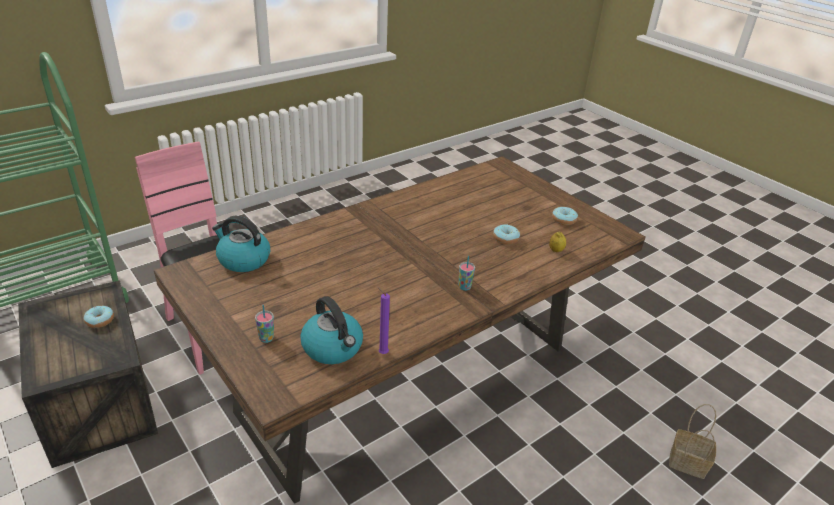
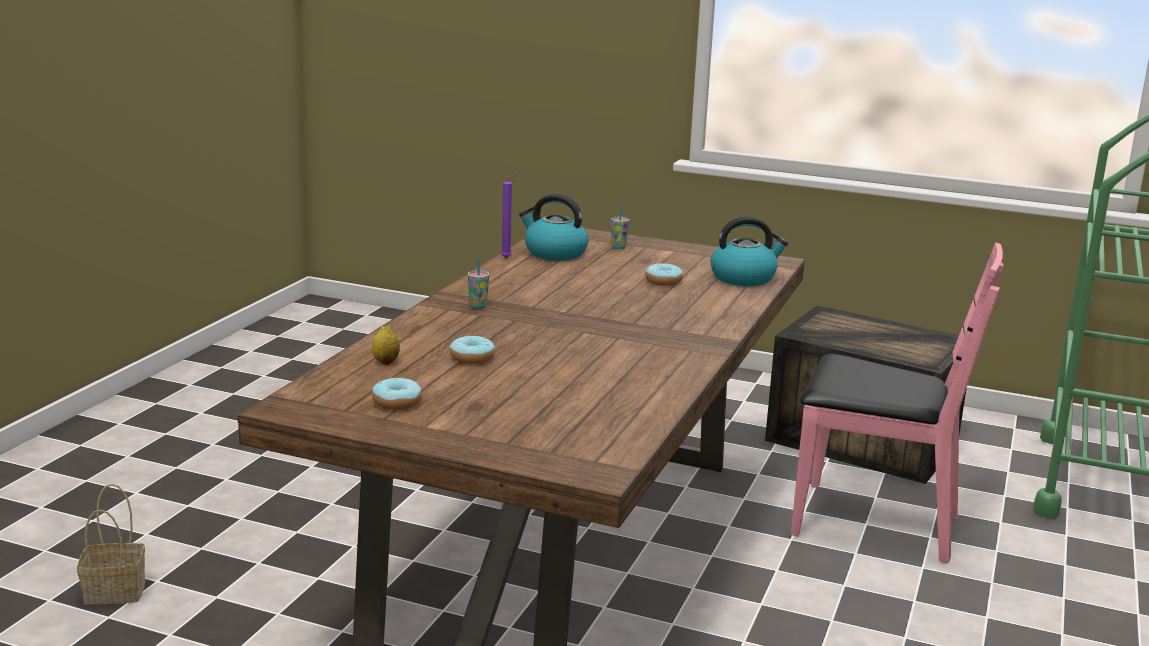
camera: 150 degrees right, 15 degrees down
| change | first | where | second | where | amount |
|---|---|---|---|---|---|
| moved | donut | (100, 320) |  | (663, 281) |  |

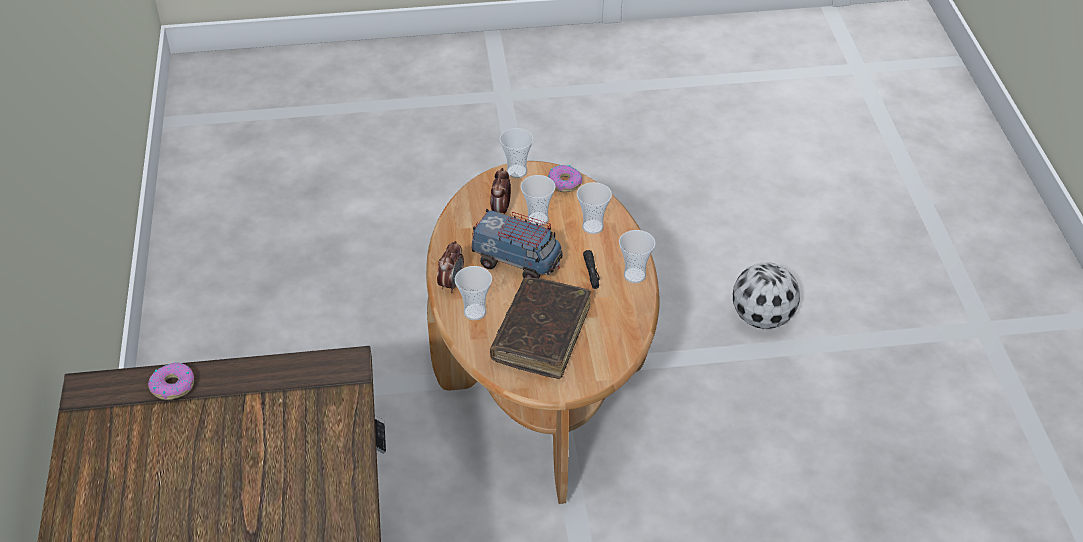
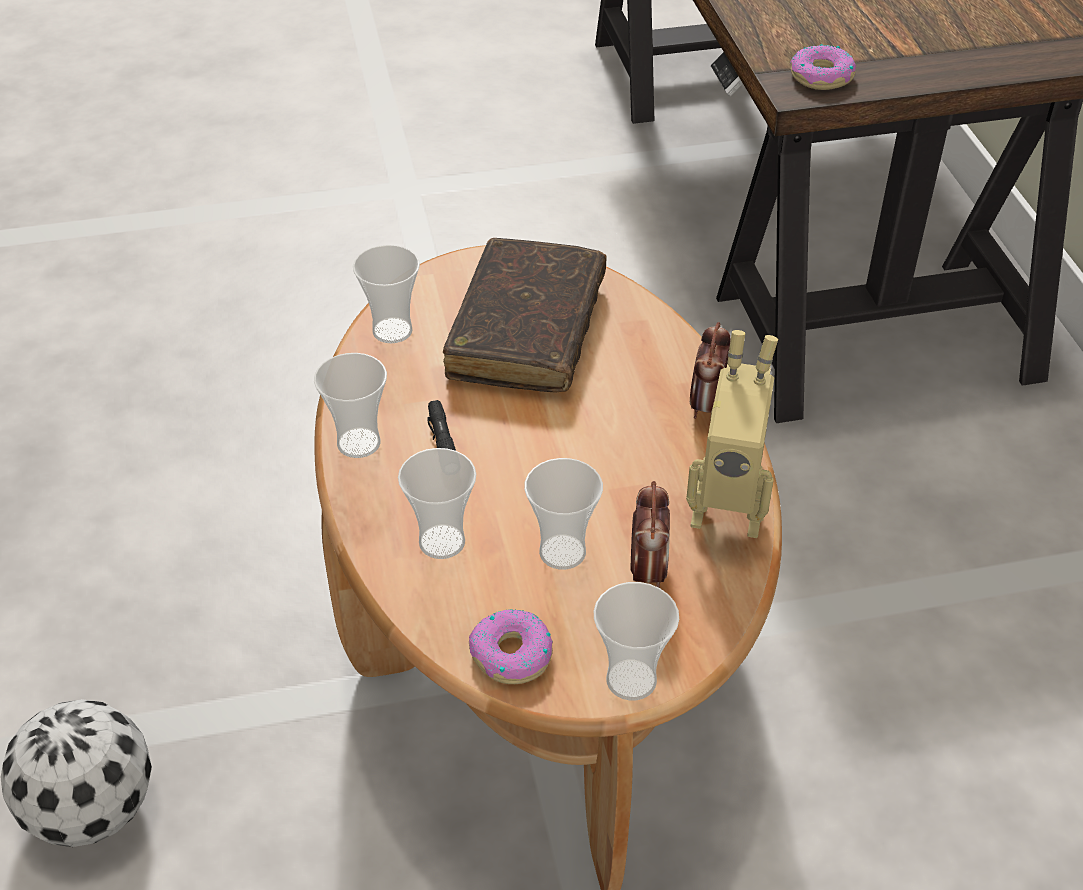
camera: 175 degrees right, 0 degrees up
| change | first | where | second | where | amount |
|---|---|---|---|---|---|
| moved | cup | (475, 312) |  | (392, 331) |  |
| added |  |  | toy robot | (728, 508) |  |
| moved | donut | (173, 386) |  | (821, 77) |  |
| removed | toy truck | (517, 262) |  |  |  |

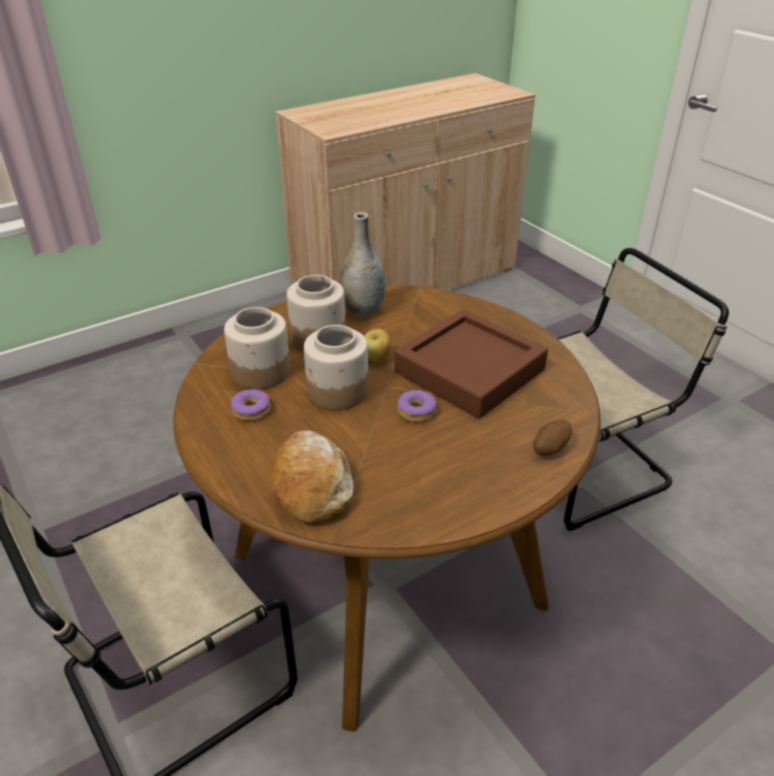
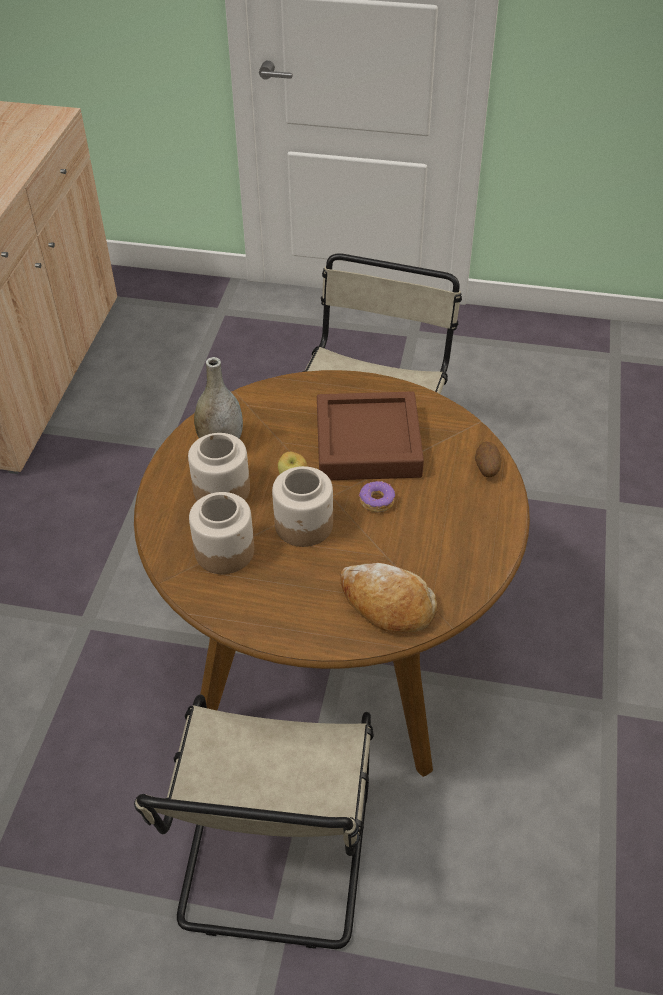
camera: 45 degrees left, 10 degrees up
| change | first | where | second | where | amount |
|---|---|---|---|---|---|
| removed | donut | (252, 410) |  |  |  |

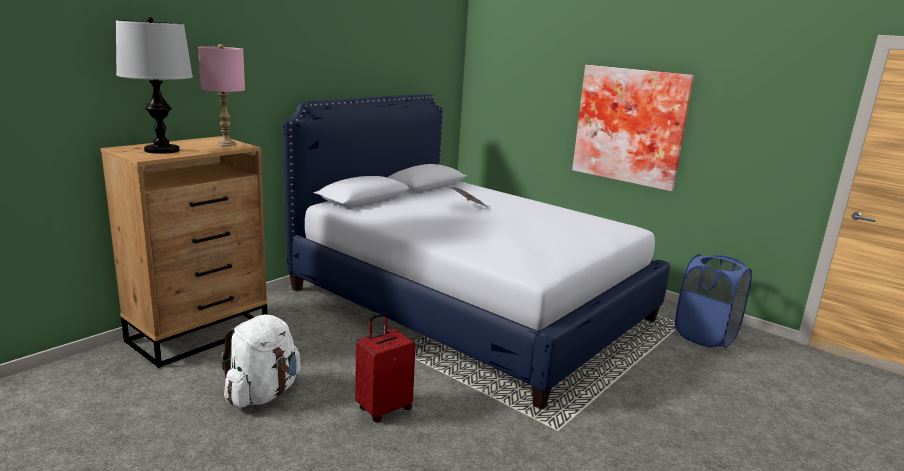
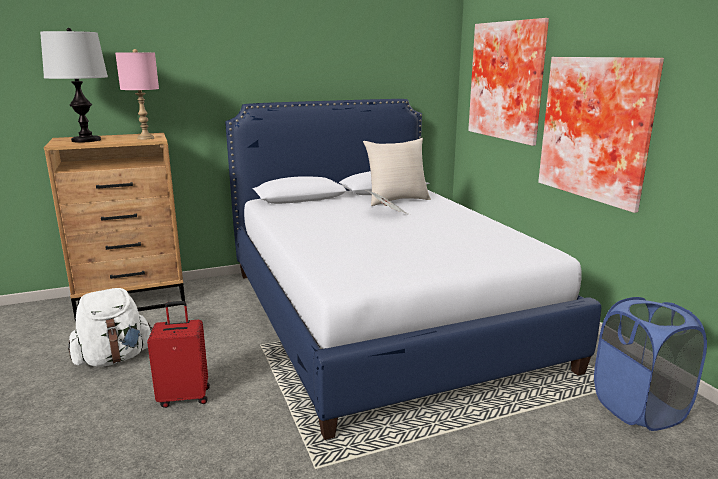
camera: 30 degrees right, 0 degrees up
| change | first | where | second | where | amount |
|---|---|---|---|---|---|
| added |  |  | beige pillow | (396, 200) |  |
| added |  |  | picture | (508, 81) |  |

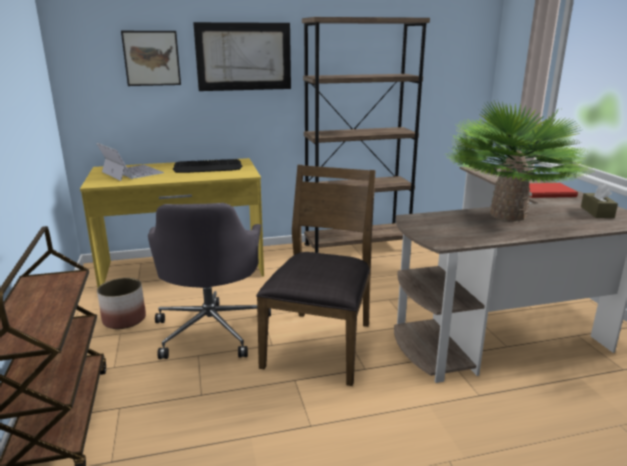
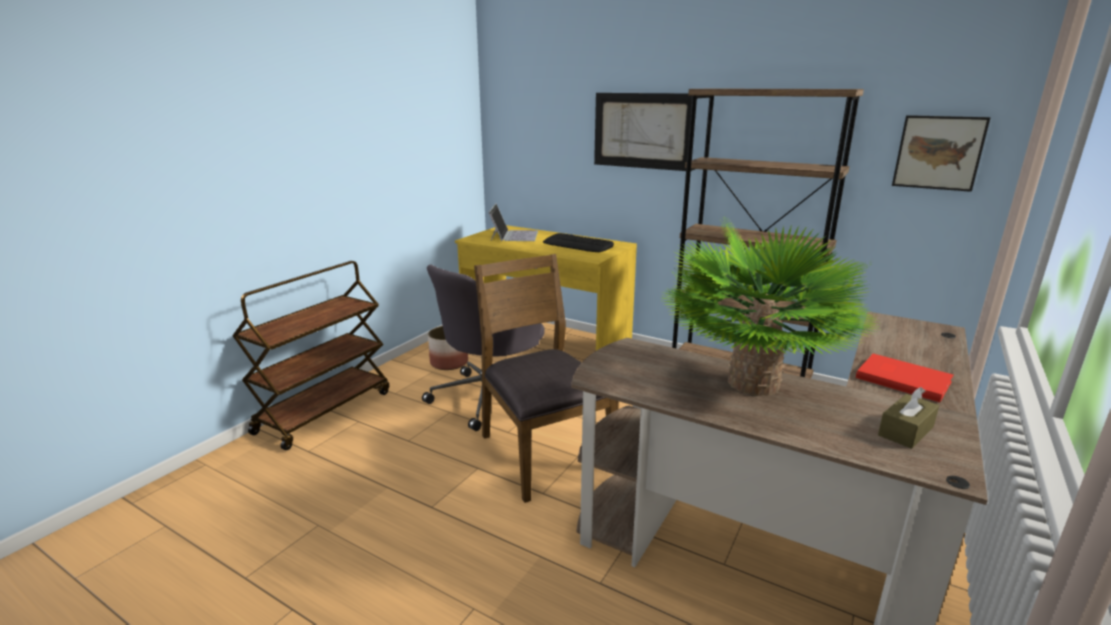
camera: 45 degrees right, 0 degrees up
| change | first | where | second | where | amount |
|---|---|---|---|---|---|
| turned | brown chair | (320, 344) |  | (543, 452) | 90 degrees counterclockwise |
| moved | picture | (151, 58) |  | (938, 153) |  |

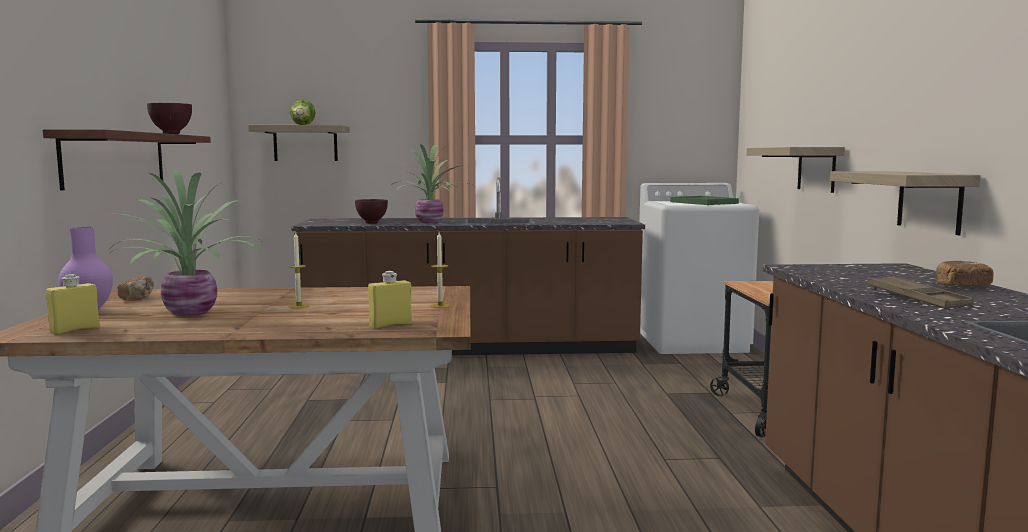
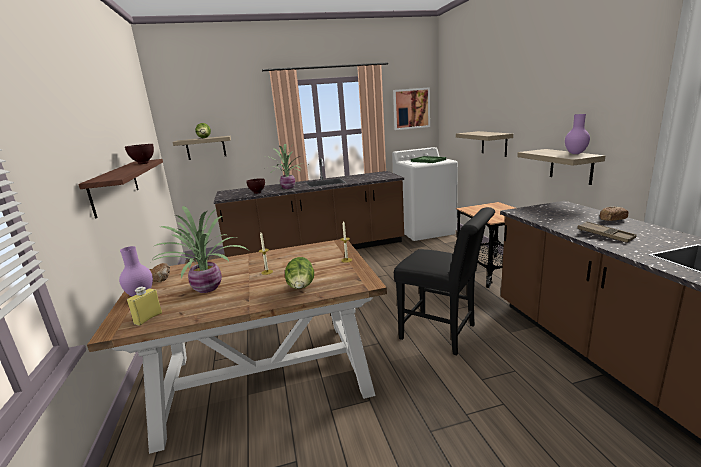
camera: 10 degrees left, 10 degrees up
| change | first | where | second | where | amount |
|---|---|---|---|---|---|
| added |  |  | lettuce | (301, 288) |  |
| added |  |  | picture | (411, 108) |  |
| added |  |  | black chair | (443, 333) |  |
| added |  |  | purple vase | (575, 153) |  |
| removed | yellow bottle | (390, 325) |  |  |  |

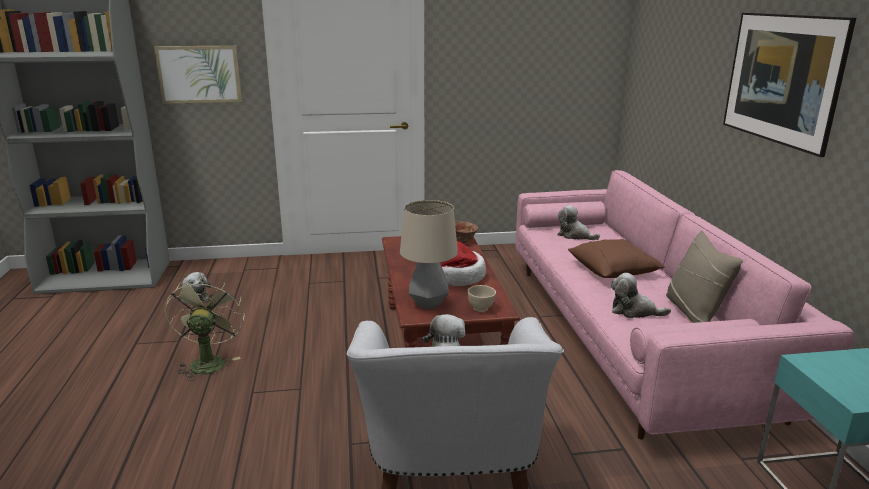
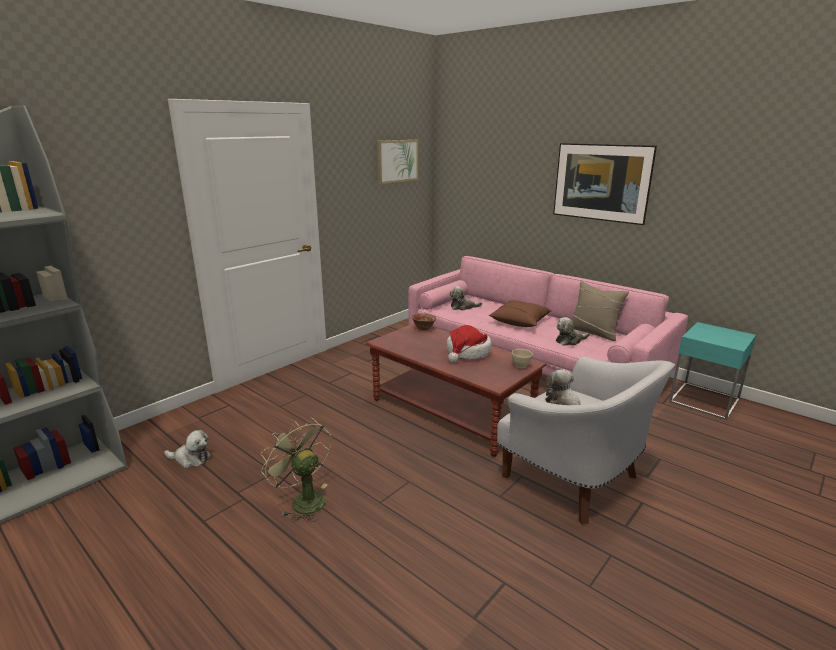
camera: 40 degrees left, 0 degrees up
| change | first | where | second | where | amount |
|---|---|---|---|---|---|
| moved | picture | (199, 74) |  | (397, 161) |  |
| removed | table lamp | (429, 304) |  |  |  |

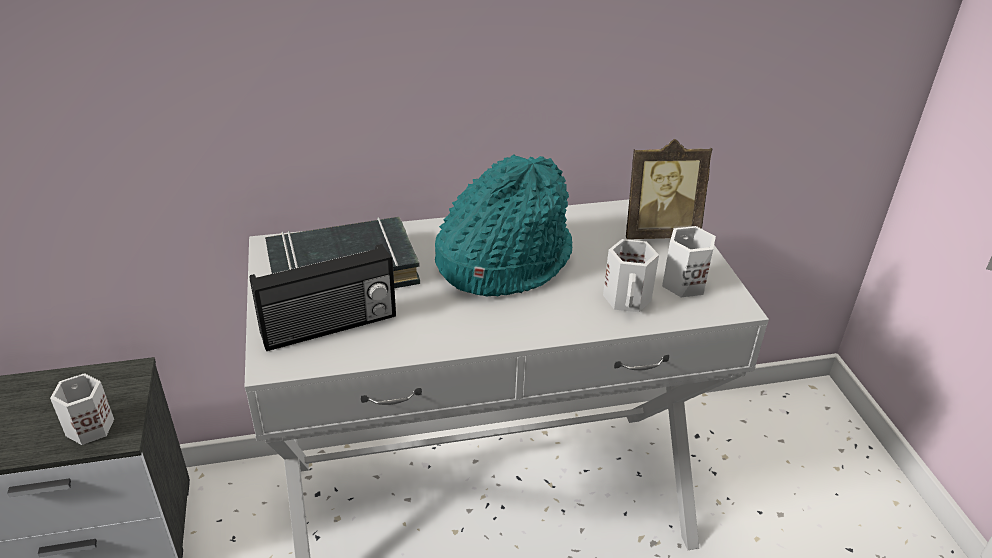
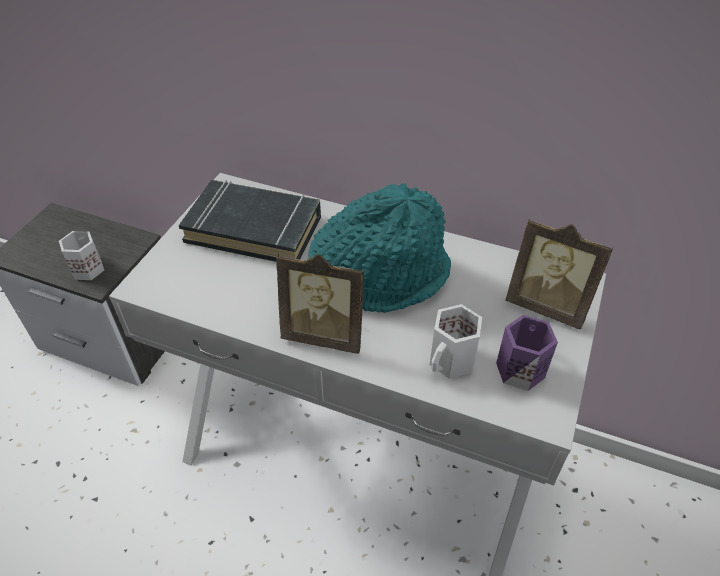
camera: 35 degrees right, 10 degrees up
| change | first | where | second | where | amount |
|---|---|---|---|---|---|
| added |  |  | picture frame | (325, 334) |  |
| recoloured | white mug | (681, 282) | purple mug | (519, 368) |  |
| removed | radio | (330, 327) |  |  |  |

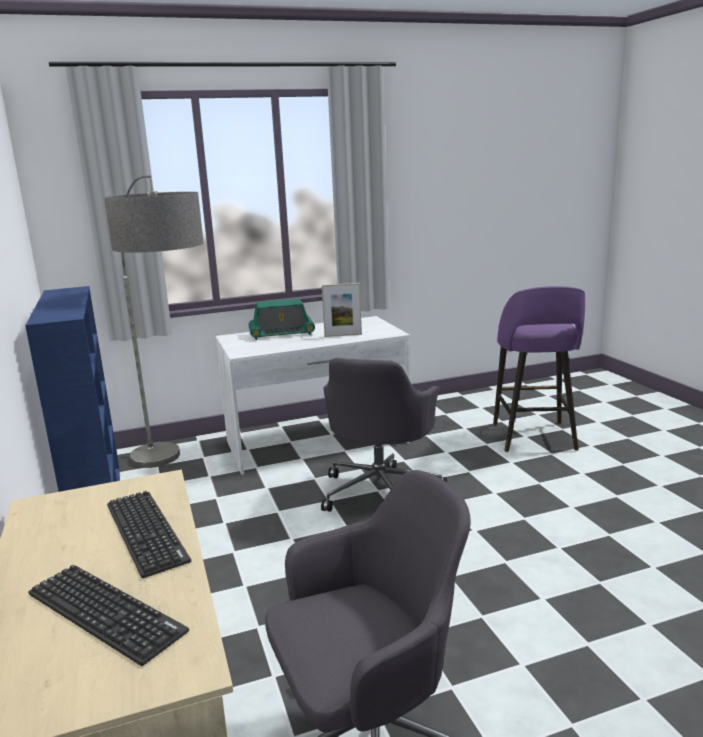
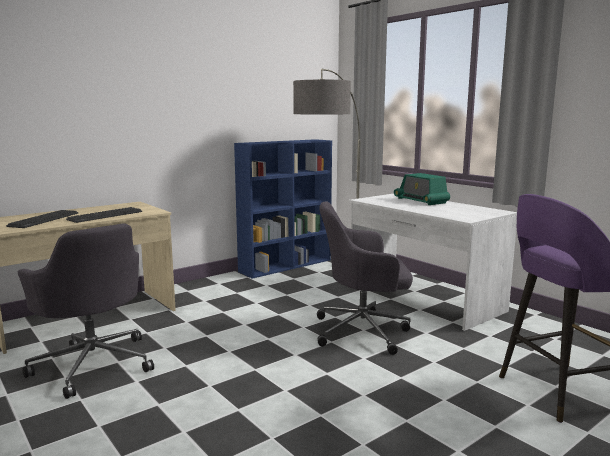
camera: 70 degrees right, 5 degrees down
| change | first | where | second | where | amount |
|---|---|---|---|---|---|
| removed | picture frame | (343, 335) |  |  |  |

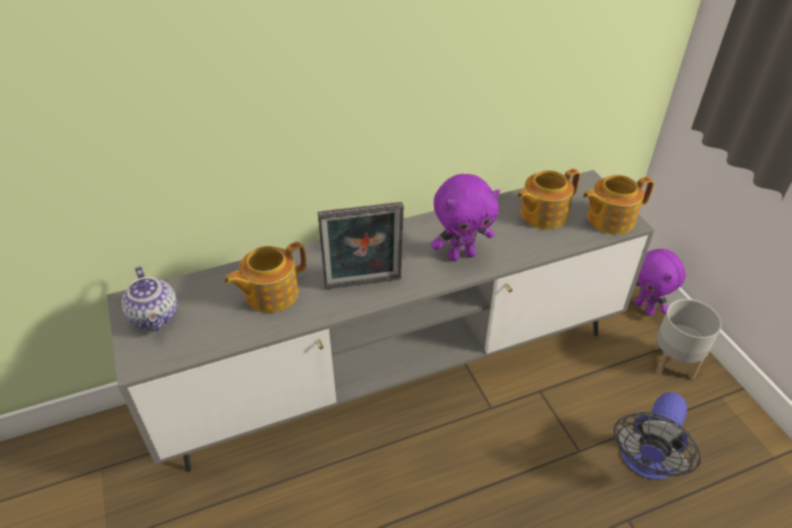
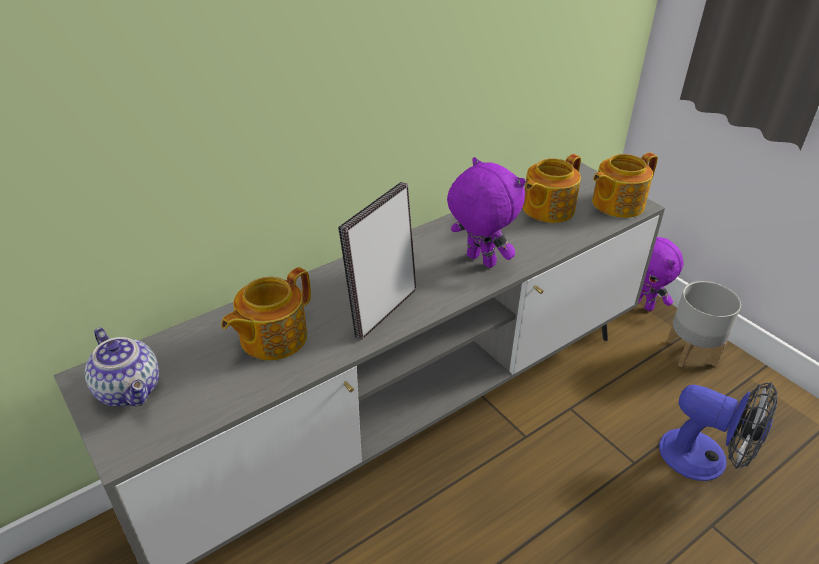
camera: 15 degrees left, 5 degrees down
| change | first | where | second | where | amount |
|---|---|---|---|---|---|
| turned | picture frame | (363, 285) |  | (381, 310) | 150 degrees clockwise |
| turned | purple plush toy | (461, 255) |  | (479, 261) | 105 degrees counterclockwise |
| turned | fan | (646, 462) |  | (705, 460) | 75 degrees counterclockwise |

